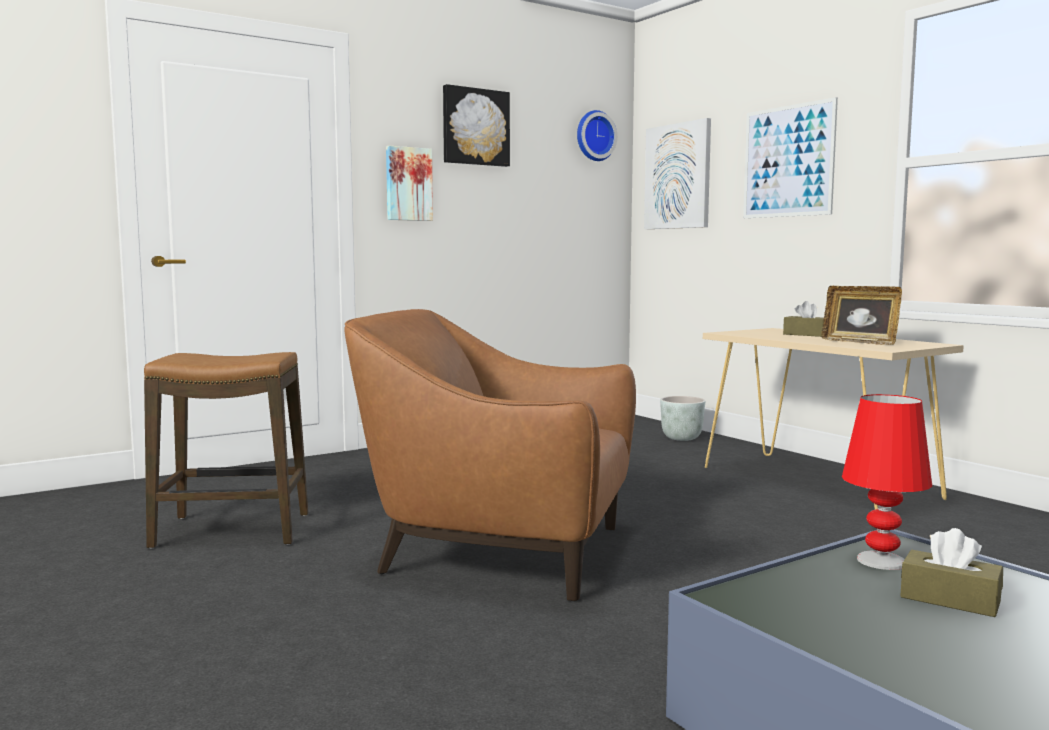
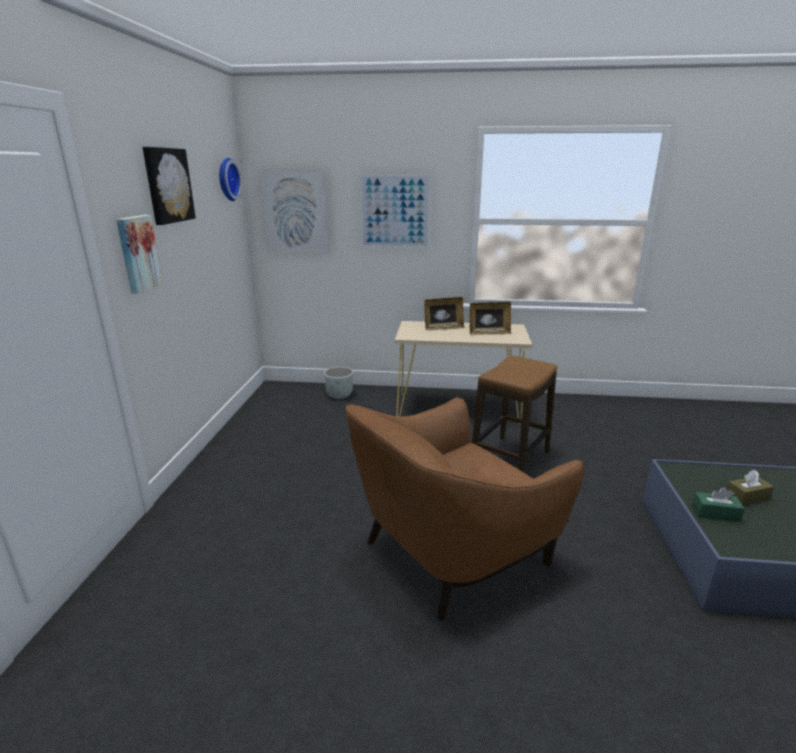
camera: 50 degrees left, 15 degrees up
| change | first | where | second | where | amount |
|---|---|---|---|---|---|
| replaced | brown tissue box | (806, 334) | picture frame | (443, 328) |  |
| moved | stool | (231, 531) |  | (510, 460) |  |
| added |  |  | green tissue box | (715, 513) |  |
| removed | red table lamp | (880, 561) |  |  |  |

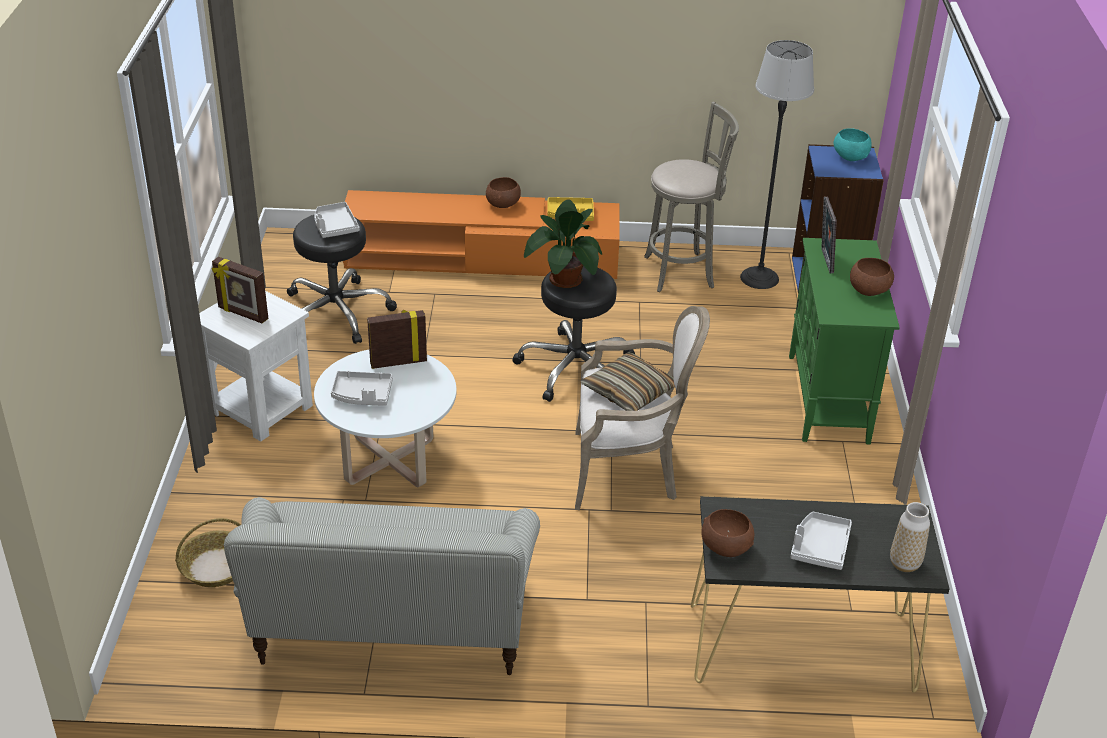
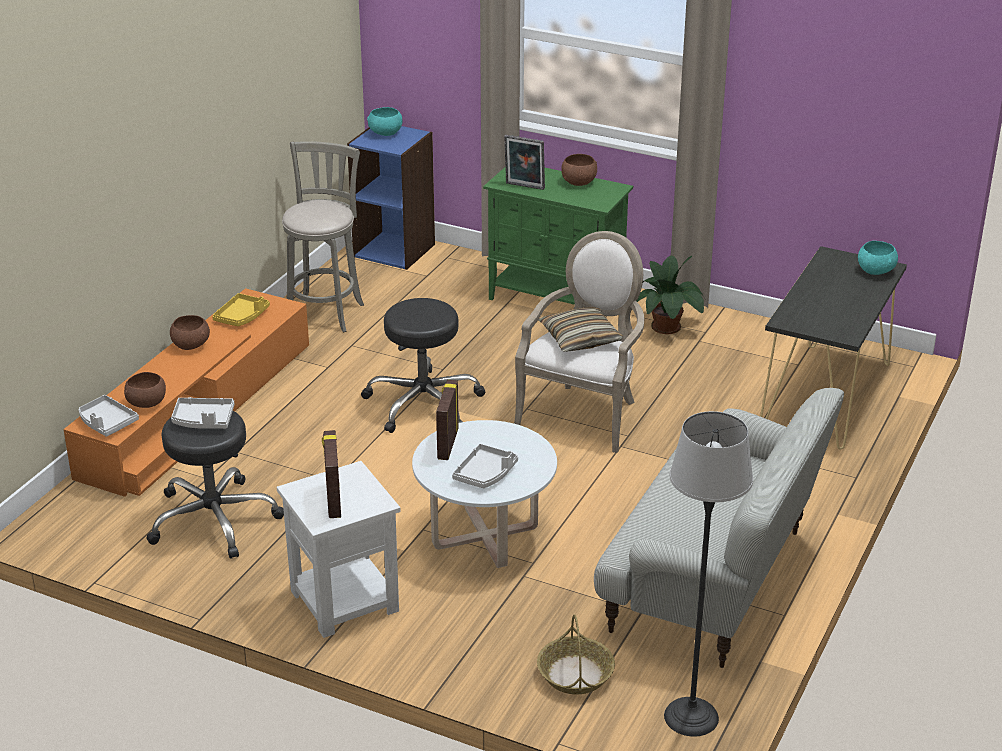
camera: 65 degrees left, 5 degrees down
| change | first | where | second | where | amount |
|---|---|---|---|---|---|
| moved | grey tray | (819, 547) |  | (106, 423) |  |
| moved | brown bowl | (725, 548) |  | (146, 404) |  |
| turned | picture frame | (242, 314) |  | (333, 500) | 120 degrees clockwise |
| moved | potted plant | (564, 280) |  | (668, 327) |  |
| moved | floor lamp | (759, 278) |  | (691, 717) |  |
| replaced | vase | (904, 564) | turquoise bowl | (876, 271) |  |

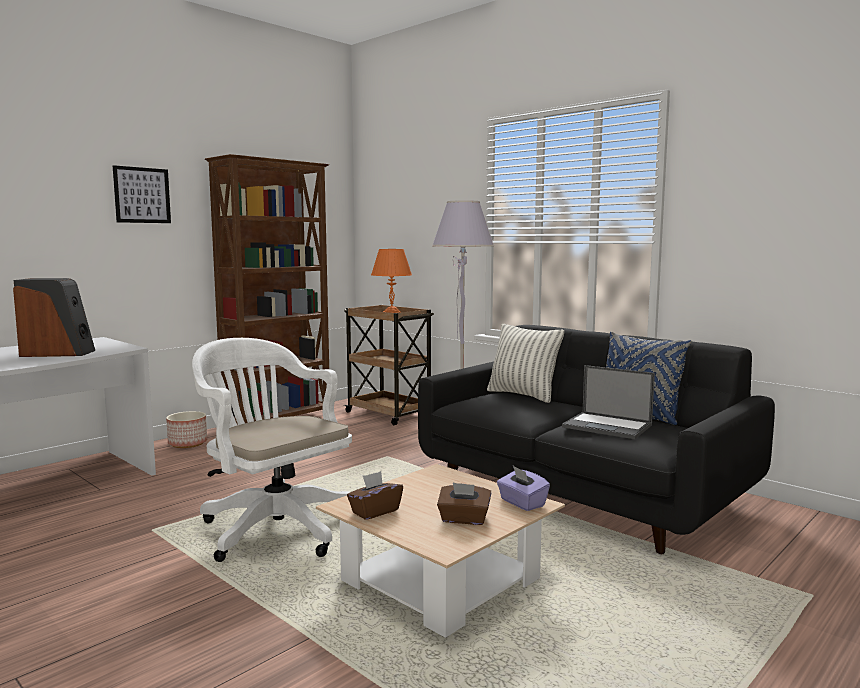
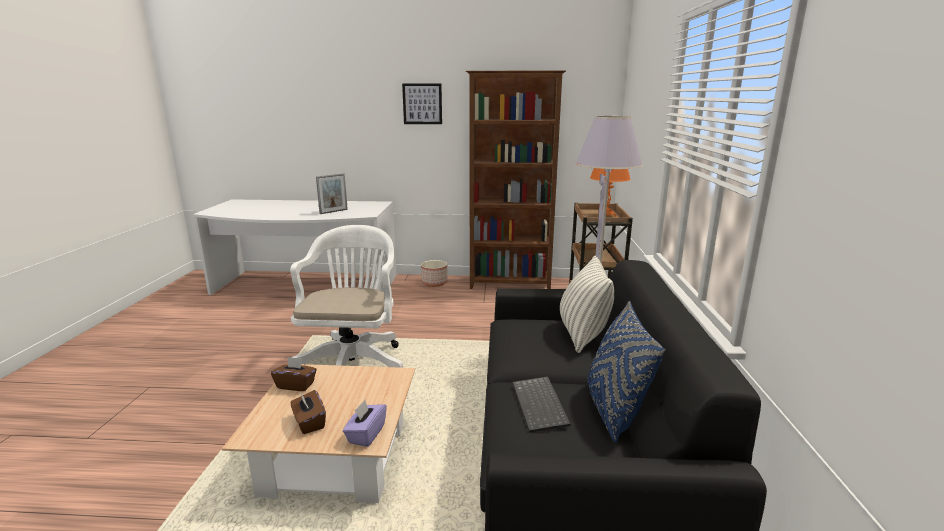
camera: 50 degrees right, 10 degrees up
| change | first | where | second | where | amount |
|---|---|---|---|---|---|
| replaced | speaker | (58, 353) | picture frame | (333, 211) |  |
| replaced | laptop | (608, 426) | keyboard | (541, 405) |  |

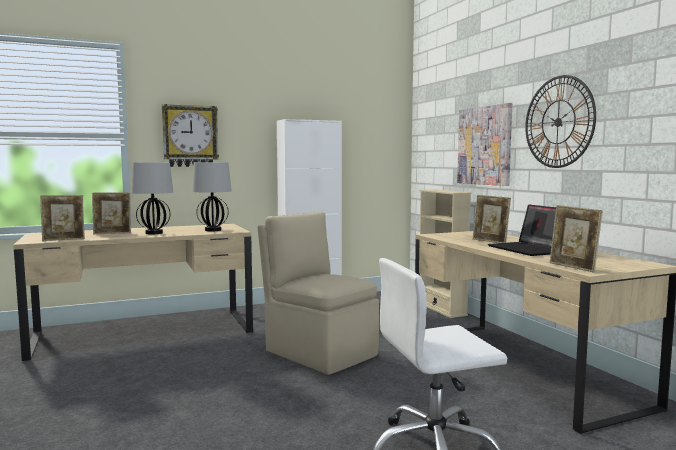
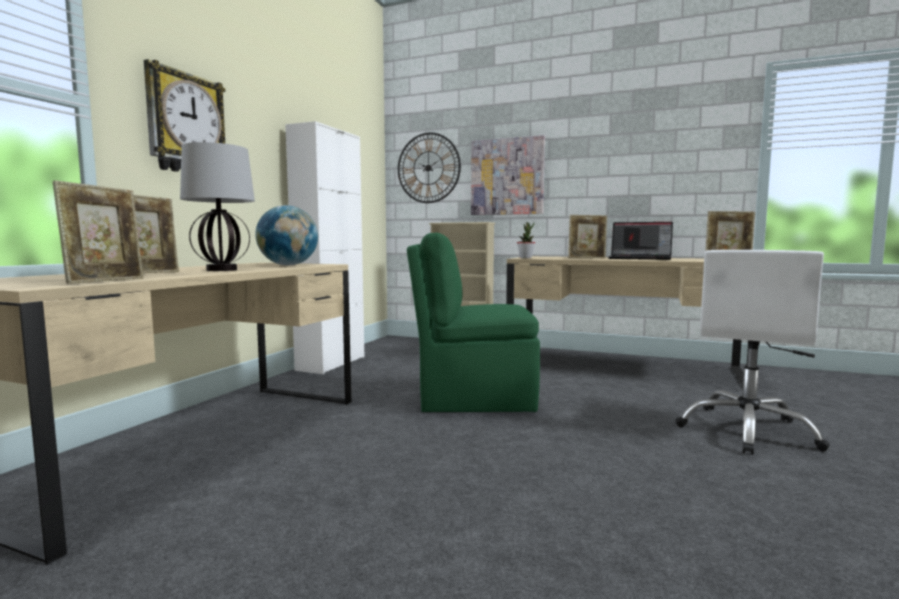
camera: 45 degrees left, 0 degrees up
| change | first | where | second | where | amount |
|---|---|---|---|---|---|
| replaced | table lamp | (213, 230) | globe | (288, 265) |  |
| moved | wall clock | (558, 122) |  | (428, 168) |  |
| recoloured | beige chair | (319, 352) | green chair | (472, 398) |  |
| added |  |  | potted plant | (525, 258) |  |

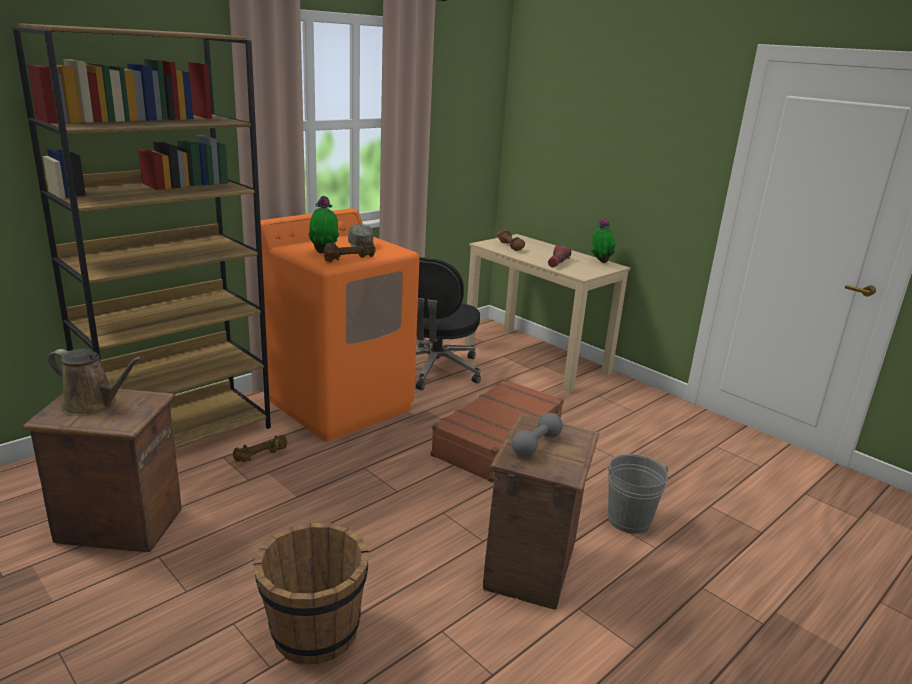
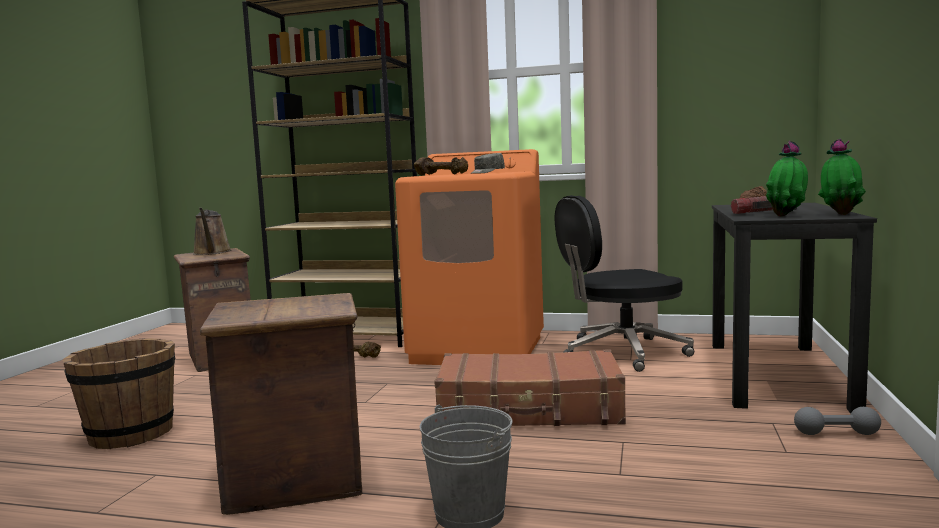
camera: 60 degrees right, 15 degrees down
| change | first | where | second | where | amount |
|---|---|---|---|---|---|
| recoloured | beige desk | (536, 358) | black desk | (776, 374) |  |
| moved | potted plant | (324, 252) |  | (786, 216) |  |
| moved | grey dumbbell | (536, 445) |  | (836, 434) |  |

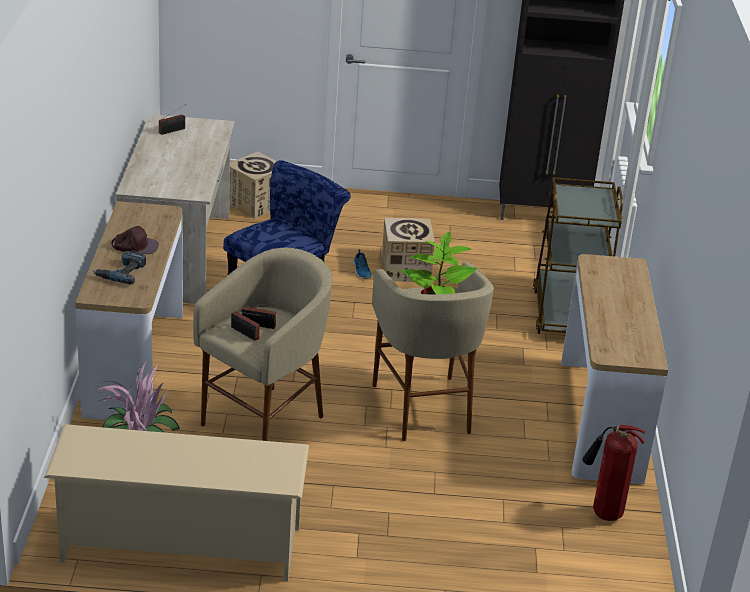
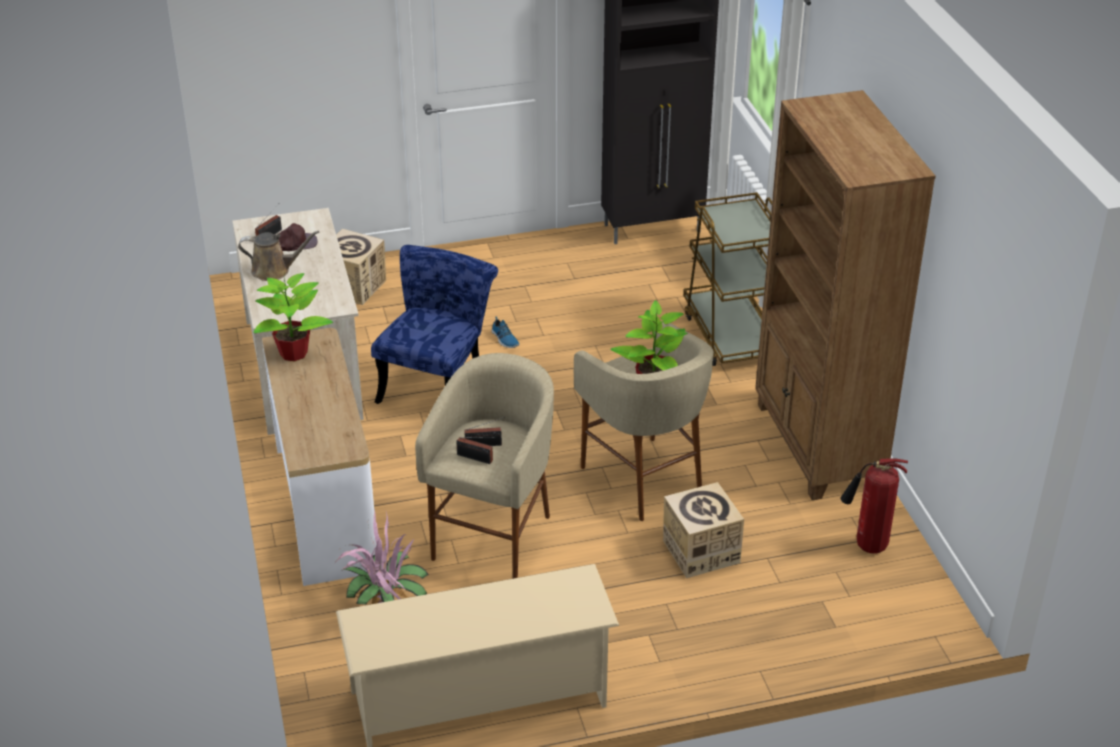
camera: 15 degrees left, 5 degrees up
| change | first | where | second | where | amount |
|---|---|---|---|---|---|
| added |  |  | brown watering can | (274, 270) |  |
| added |  |  | potted plant | (294, 353) |  |
| moved | brown cap | (135, 246) |  | (294, 243) |  |
| moved | cardboard box | (405, 269) |  | (700, 551) |  |
| replaced | console table | (600, 420) | brown bookcase | (817, 446) |  |
| removed | power drill | (121, 272) |  |  |  |

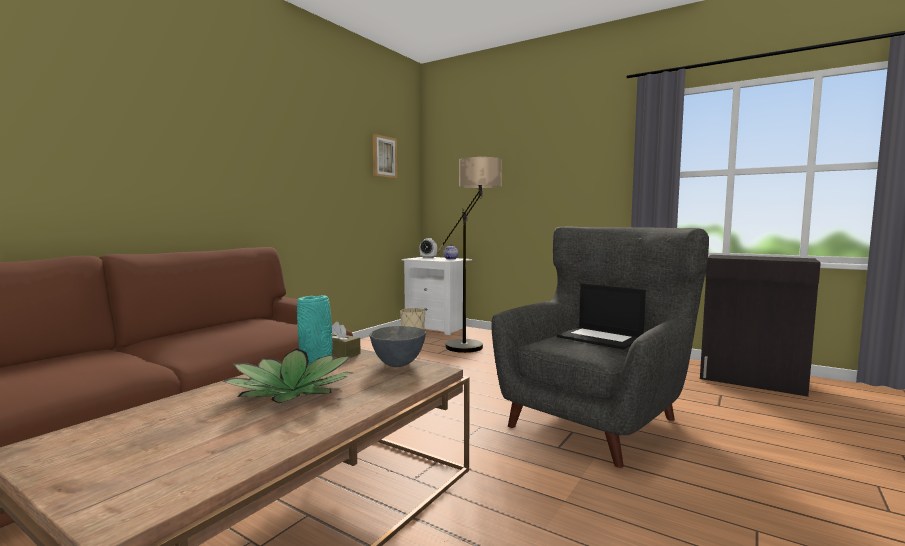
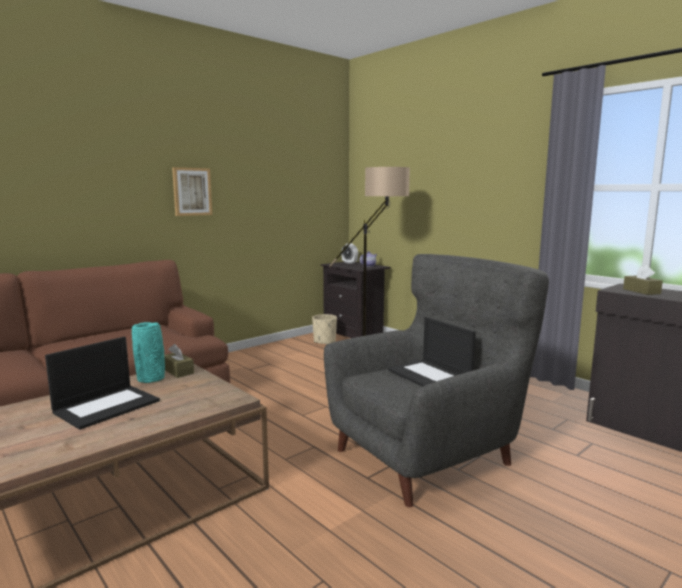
camera: 15 degrees right, 5 degrees up
| change | first | where | second | where | amount |
|---|---|---|---|---|---|
| replaced | potted plant | (293, 390) | laptop | (107, 406) |  |
| moved | picture | (384, 157) |  | (192, 191) |  |
| recoloured | white nightstand | (437, 328) | black nightstand | (355, 334) |  |
| added |  |  | brown tissue box | (641, 291) |  |
| removed | grey bowl | (397, 365) |  |  |  |

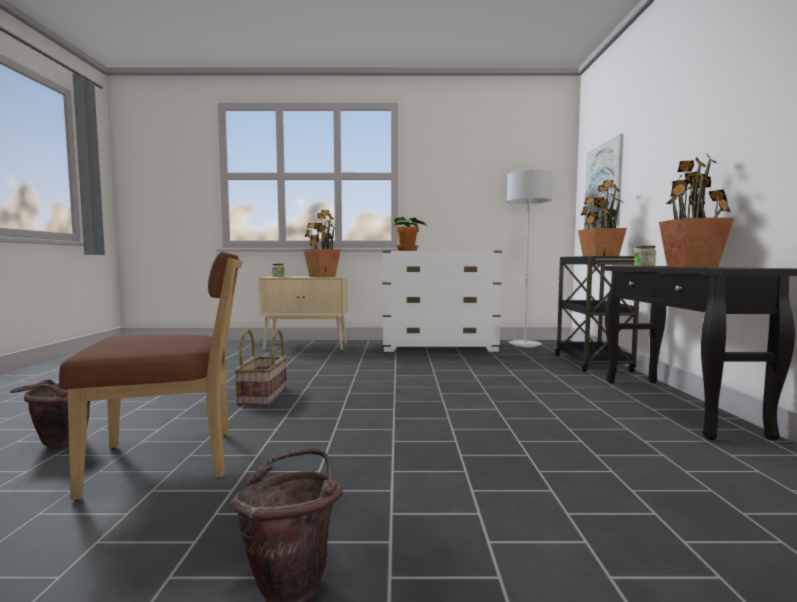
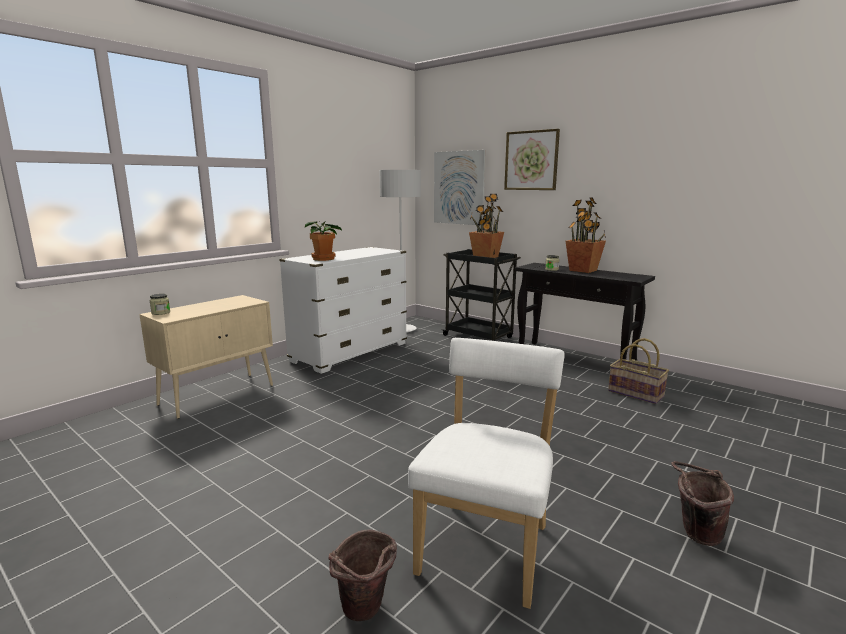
camera: 50 degrees left, 10 degrees up
| change | first | where | second | where | amount |
|---|---|---|---|---|---|
| recoloured | brown chair | (172, 461) | white chair | (487, 545) |  |
| added |  |  | picture | (531, 160) |  |
| moved | basket | (264, 396) |  | (636, 393) |  |
| removed | potted plant | (321, 276) |  |  |  |

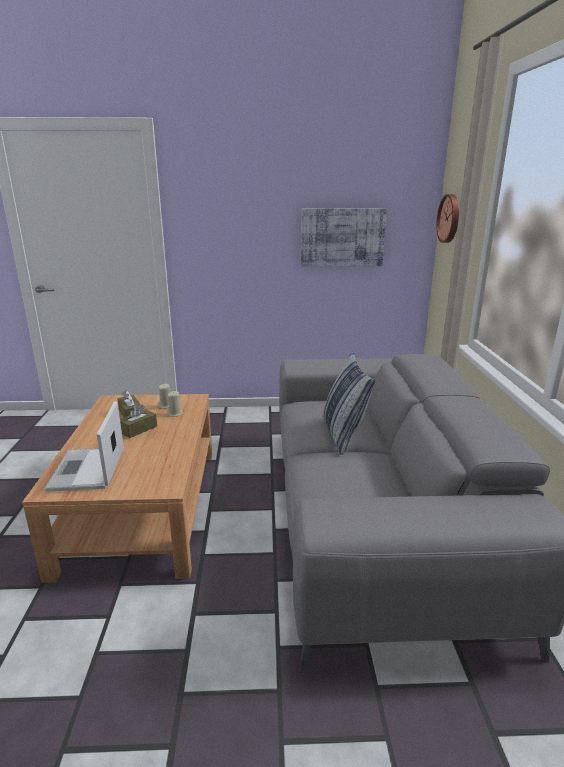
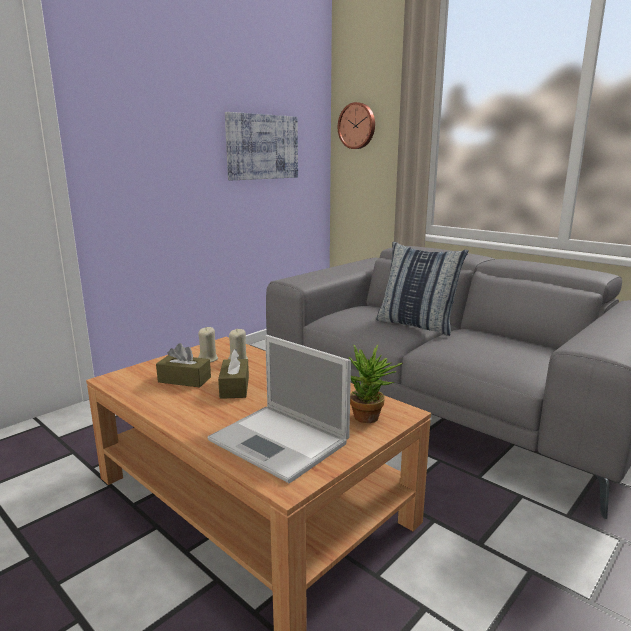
camera: 45 degrees left, 5 degrees down
| change | first | where | second | where | amount |
|---|---|---|---|---|---|
| added |  |  | potted plant | (370, 419) |  |

